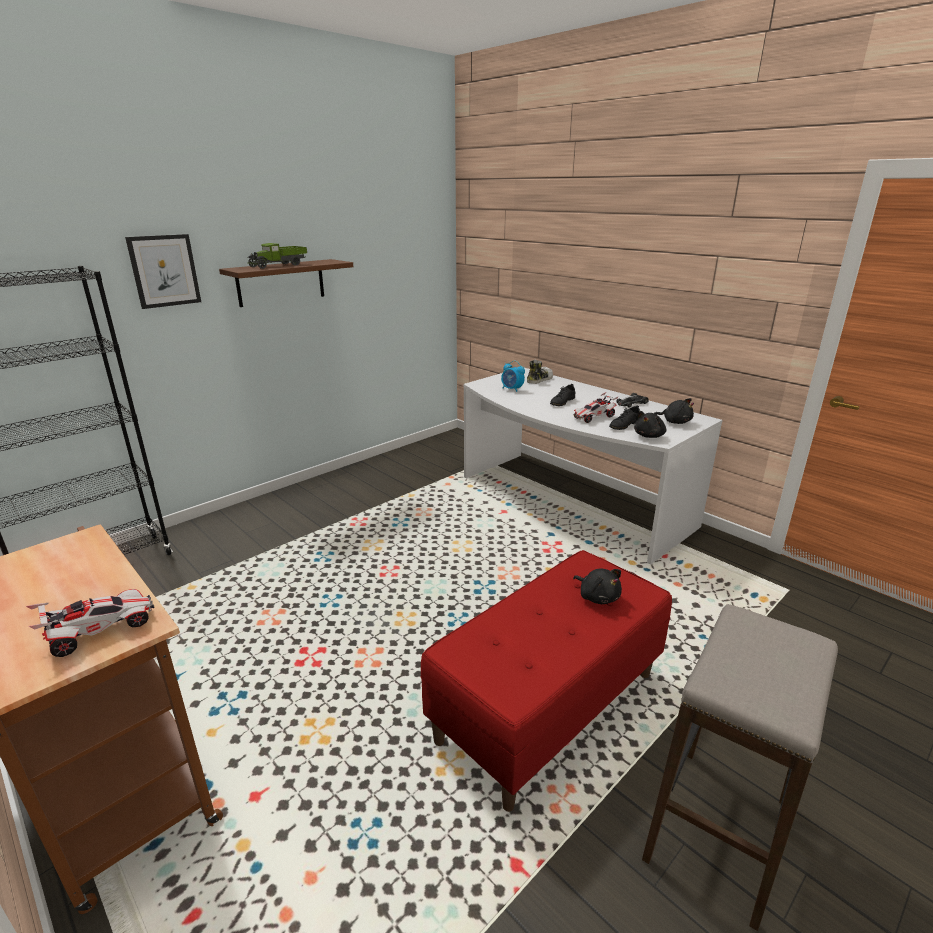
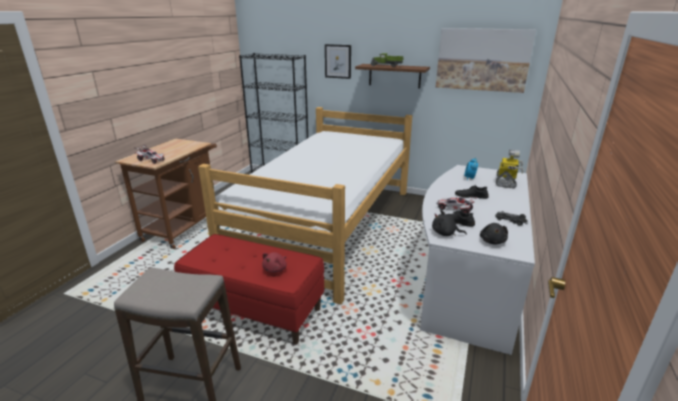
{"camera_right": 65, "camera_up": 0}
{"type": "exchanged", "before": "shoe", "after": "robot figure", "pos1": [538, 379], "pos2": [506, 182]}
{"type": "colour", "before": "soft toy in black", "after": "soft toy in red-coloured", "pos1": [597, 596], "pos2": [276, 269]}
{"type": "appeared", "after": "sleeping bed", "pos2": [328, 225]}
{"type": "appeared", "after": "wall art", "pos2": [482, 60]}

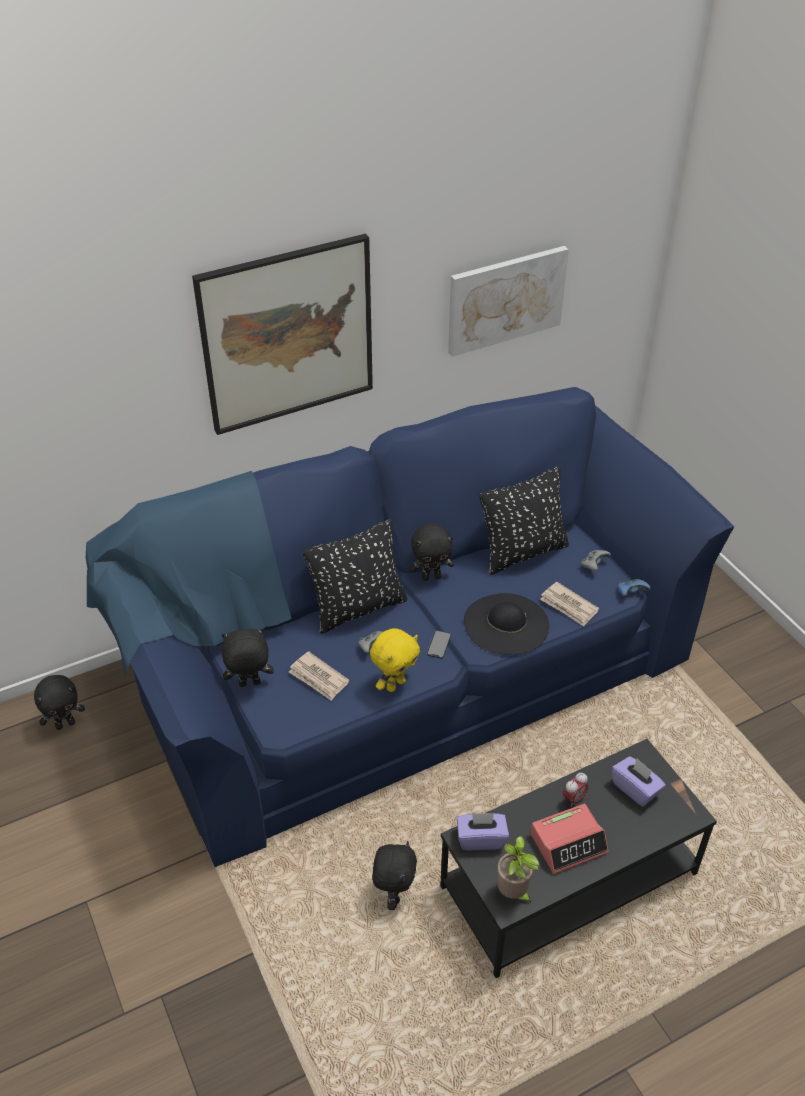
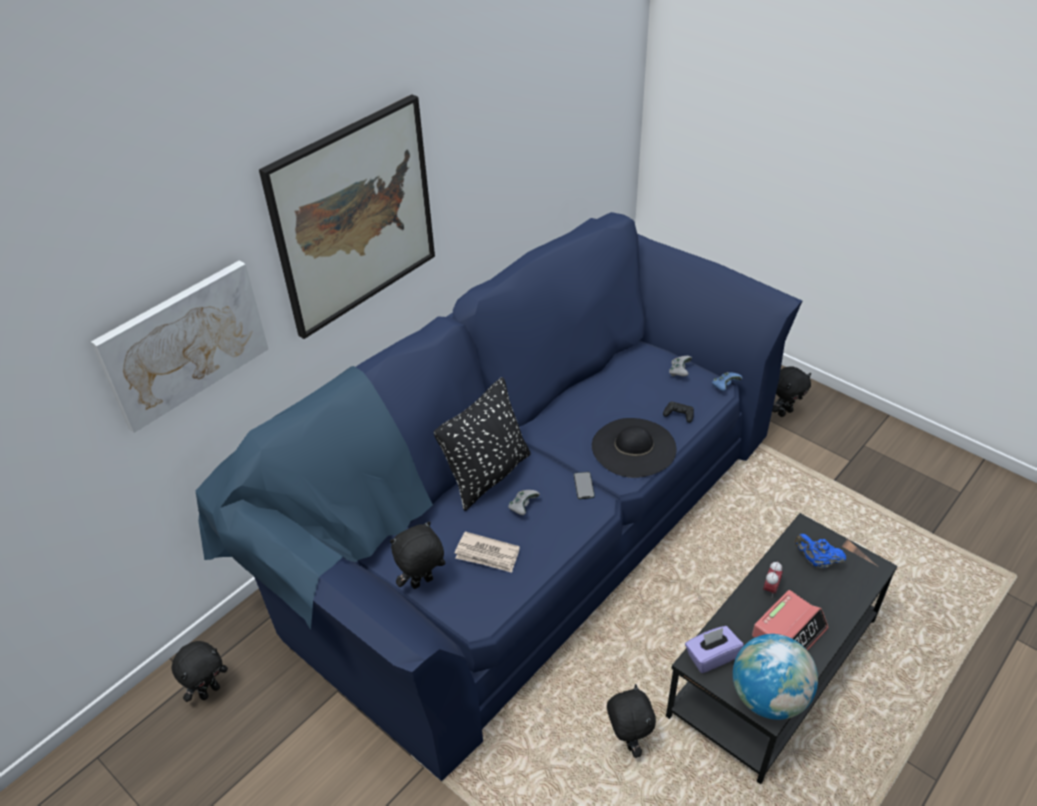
{"camera_right": -20, "camera_up": 0}
{"type": "missing", "before": "soft toy in yellowish", "pos1": [395, 684]}
{"type": "relocated", "before": "soft toy in black", "pos1": [431, 577], "pos2": [784, 412]}
{"type": "relocated", "before": "wall art", "pos1": [505, 299], "pos2": [184, 343]}
{"type": "missing", "before": "pillow in black", "pos1": [523, 552]}
{"type": "exchanged", "before": "potted plant", "after": "globe", "pos1": [513, 893], "pos2": [768, 697]}
{"type": "exchanged", "before": "printed paper", "after": "game controller in black", "pos1": [569, 606], "pos2": [679, 414]}
{"type": "exchanged", "before": "tissue holder in purplish", "after": "tea pot in blue-coloured", "pos1": [635, 789], "pos2": [816, 561]}

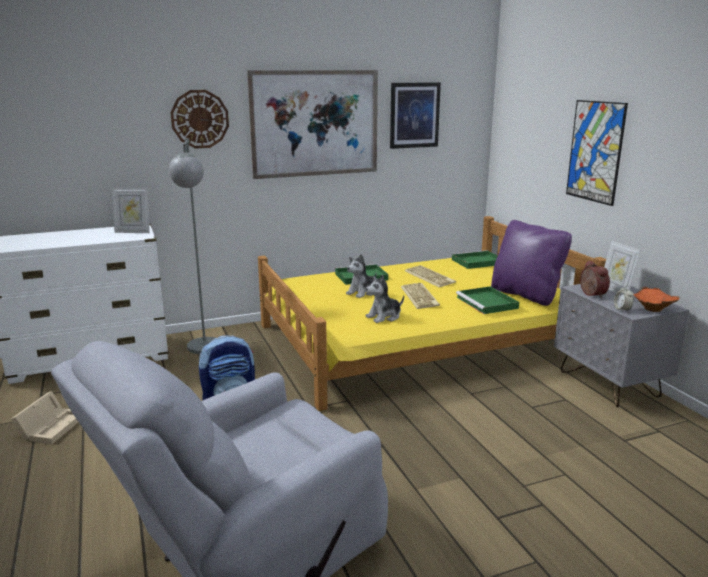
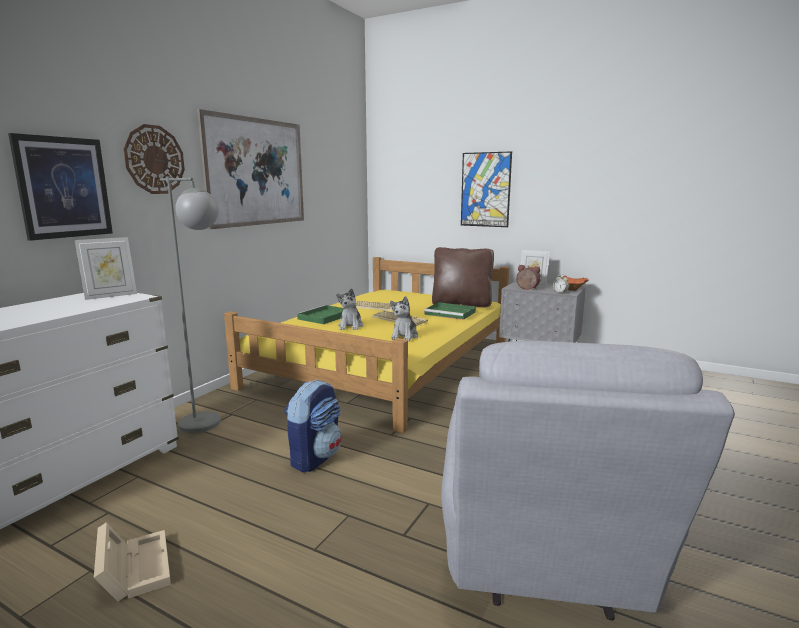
{"camera_right": -40, "camera_up": -5}
{"type": "relocated", "before": "wall art", "pos1": [414, 115], "pos2": [63, 187]}
{"type": "missing", "before": "serving tray in greenish", "pos1": [476, 262]}
{"type": "colour", "before": "pillow in purplish", "after": "pillow in brownish", "pos1": [526, 294], "pos2": [461, 304]}

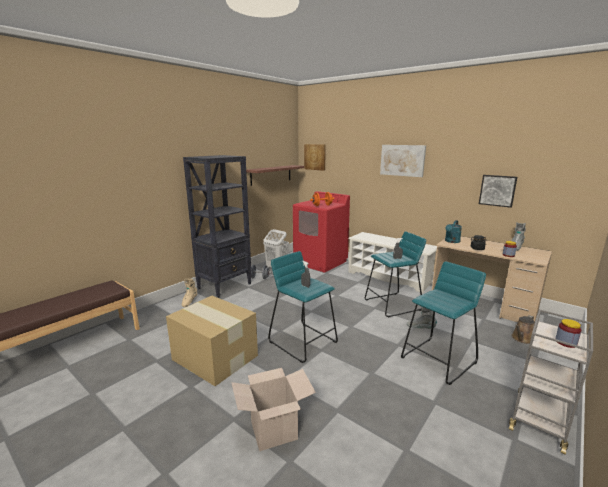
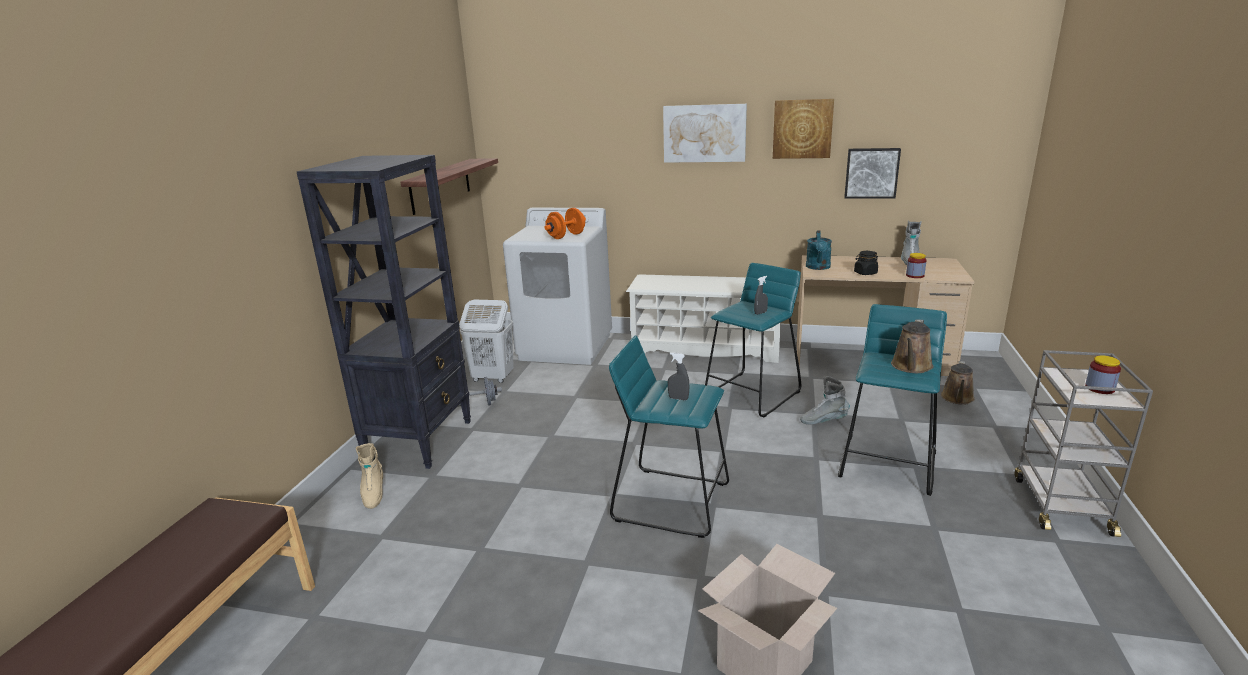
{"camera_right": -25, "camera_up": 5}
{"type": "missing", "before": "packing box", "pos1": [215, 357]}
{"type": "colour", "before": "washing machine in red-coloured", "after": "washing machine in white-coloured", "pos1": [320, 262], "pos2": [566, 347]}
{"type": "relocated", "before": "wall art", "pos1": [315, 157], "pos2": [802, 129]}
{"type": "appeared", "after": "watering pot in brownish", "pos2": [911, 367]}

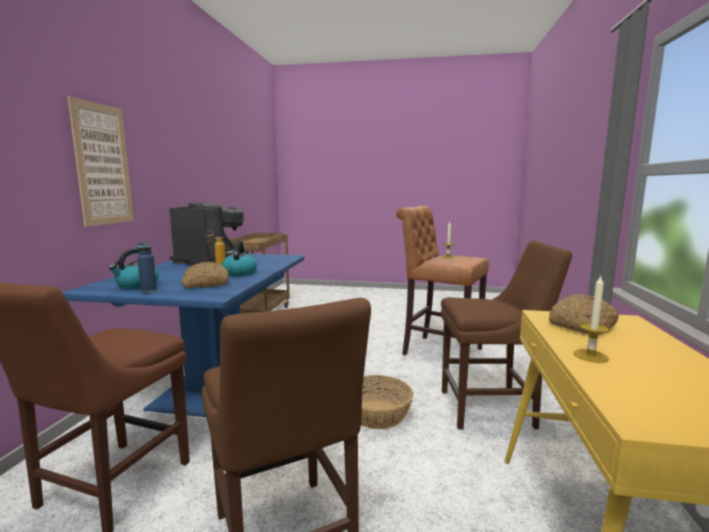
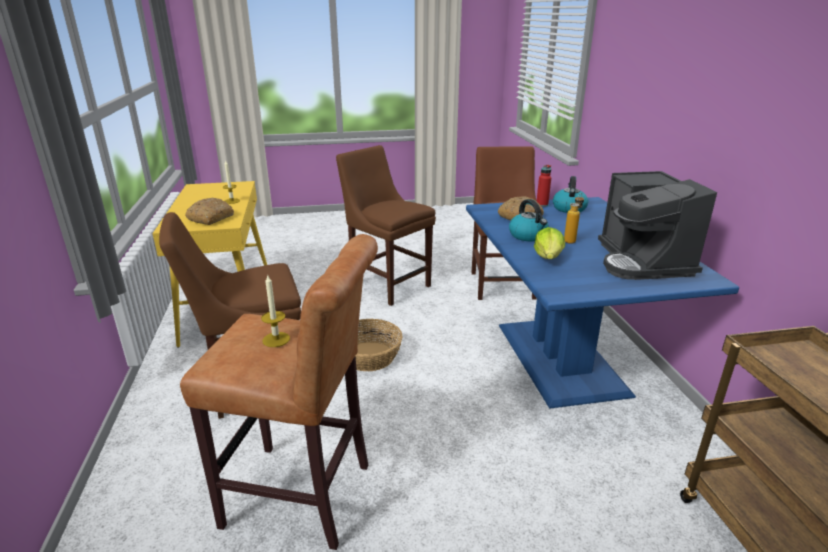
{"camera_right": 160, "camera_up": 15}
{"type": "missing", "before": "wall art", "pos1": [103, 165]}
{"type": "colour", "before": "beverage bottle in blue-coloured", "after": "beverage bottle in red-coloured", "pos1": [149, 291], "pos2": [542, 205]}
{"type": "appeared", "after": "lettuce head", "pos2": [548, 257]}

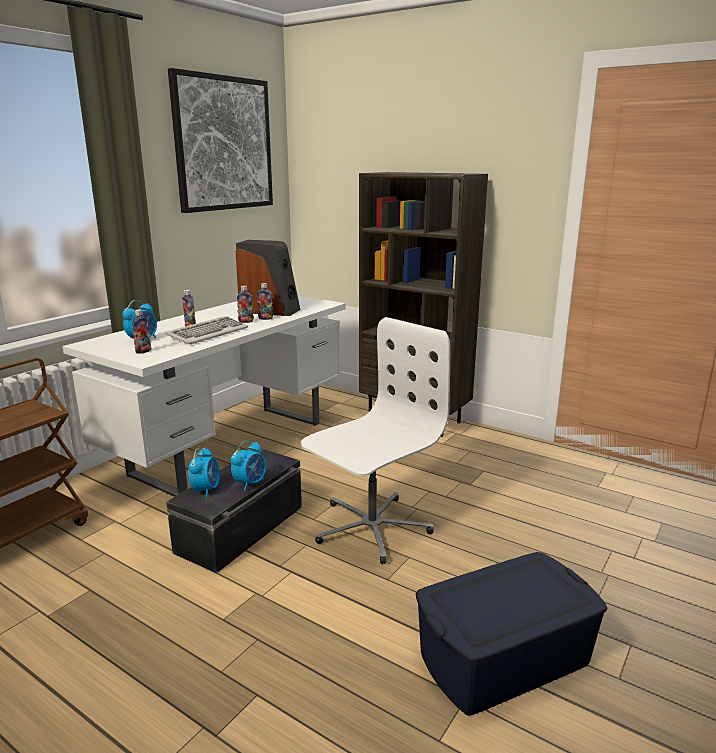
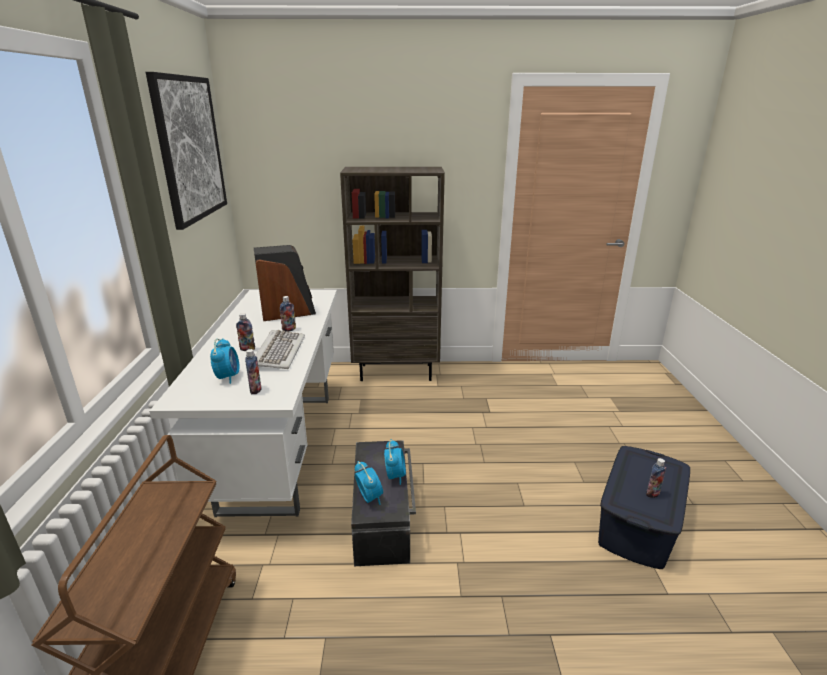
{"camera_right": -35, "camera_up": 5}
{"type": "relocated", "before": "beverage bottle", "pos1": [265, 318], "pos2": [652, 494]}
{"type": "missing", "before": "desk chair in white-coloured", "pos1": [371, 527]}

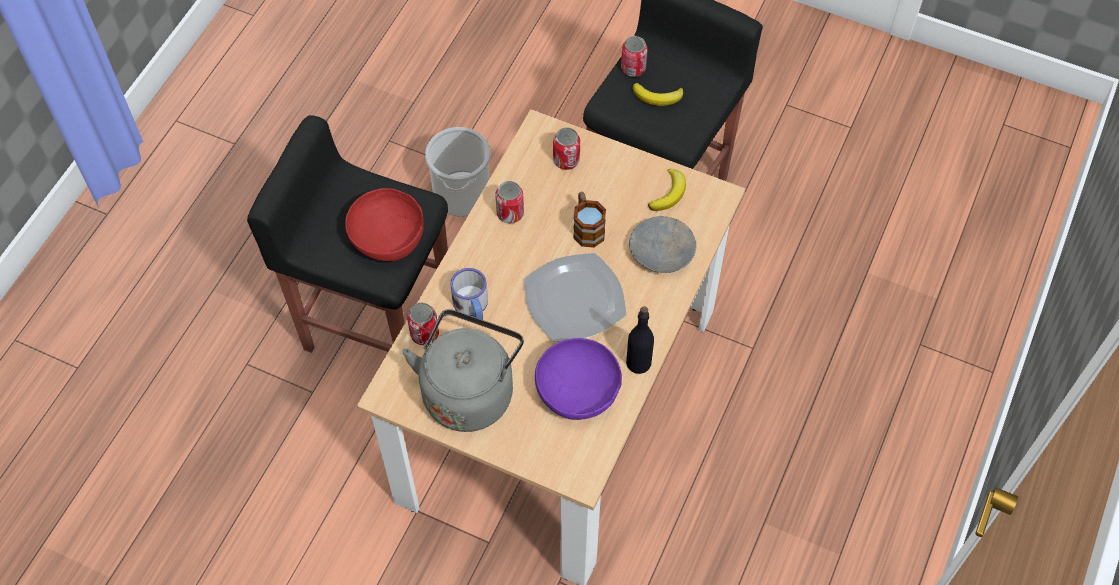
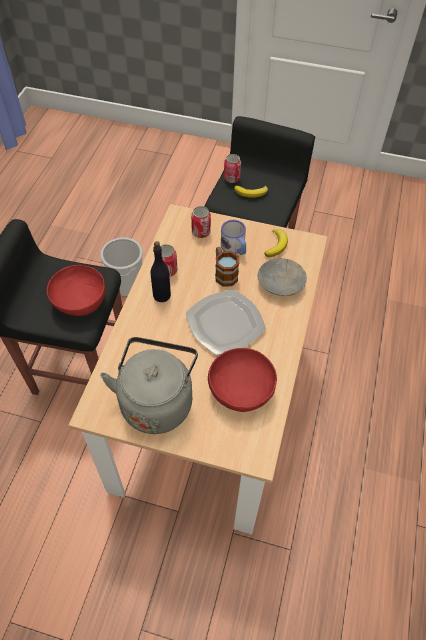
{"camera_right": -10, "camera_up": -5}
{"type": "missing", "before": "sealed can", "pos1": [424, 334]}
{"type": "relocated", "before": "coffee mug", "pos1": [472, 306], "pos2": [235, 248]}
{"type": "colour", "before": "deep dish in purplish", "after": "deep dish in red-coloured", "pos1": [578, 391], "pos2": [241, 390]}
{"type": "relocated", "before": "beverage bottle in black", "pos1": [639, 362], "pos2": [162, 295]}

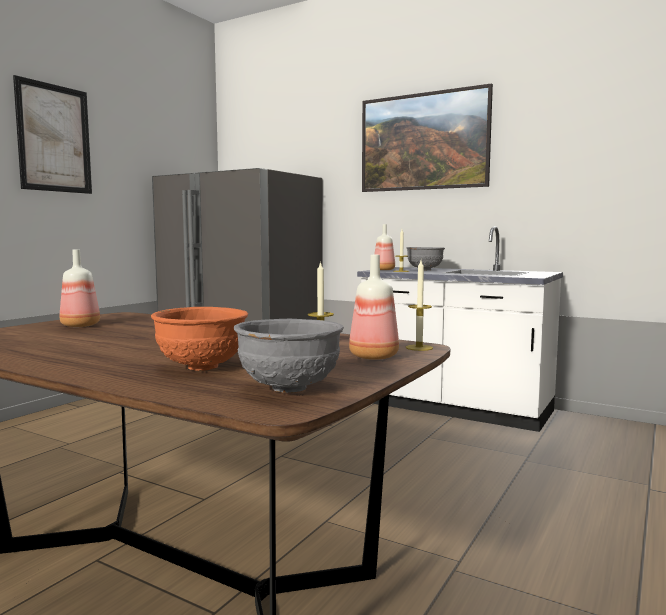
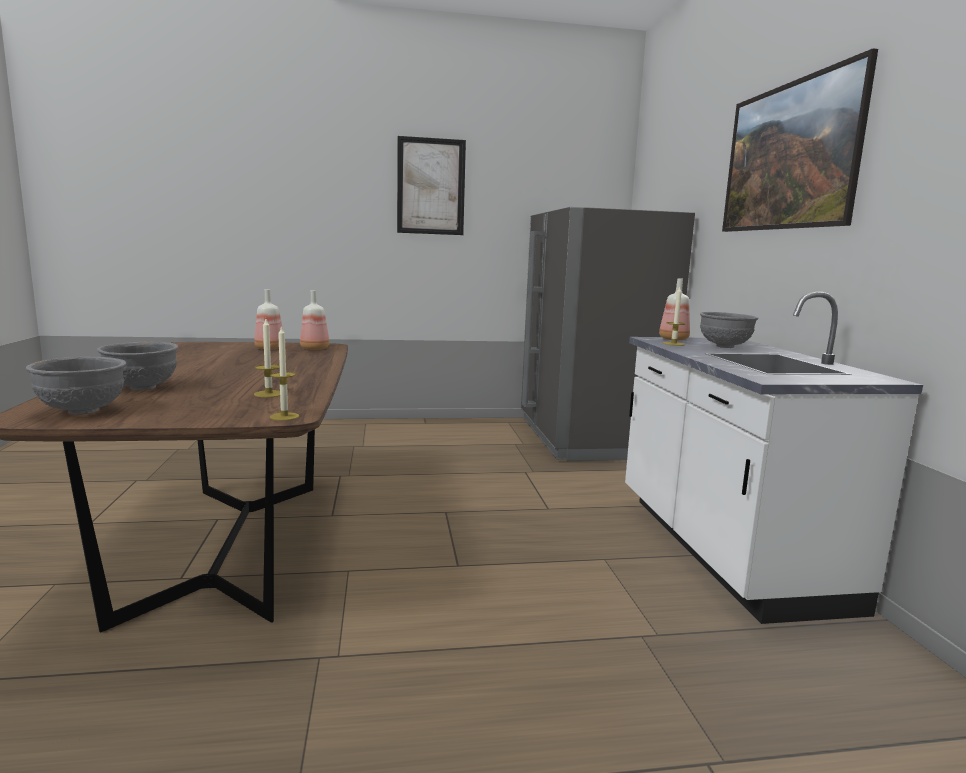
{"camera_right": 50, "camera_up": 5}
{"type": "colour", "before": "deep dish in orangey", "after": "deep dish in grey", "pos1": [202, 367], "pos2": [141, 388]}
{"type": "relocated", "before": "beverage bottle", "pos1": [372, 356], "pos2": [314, 348]}

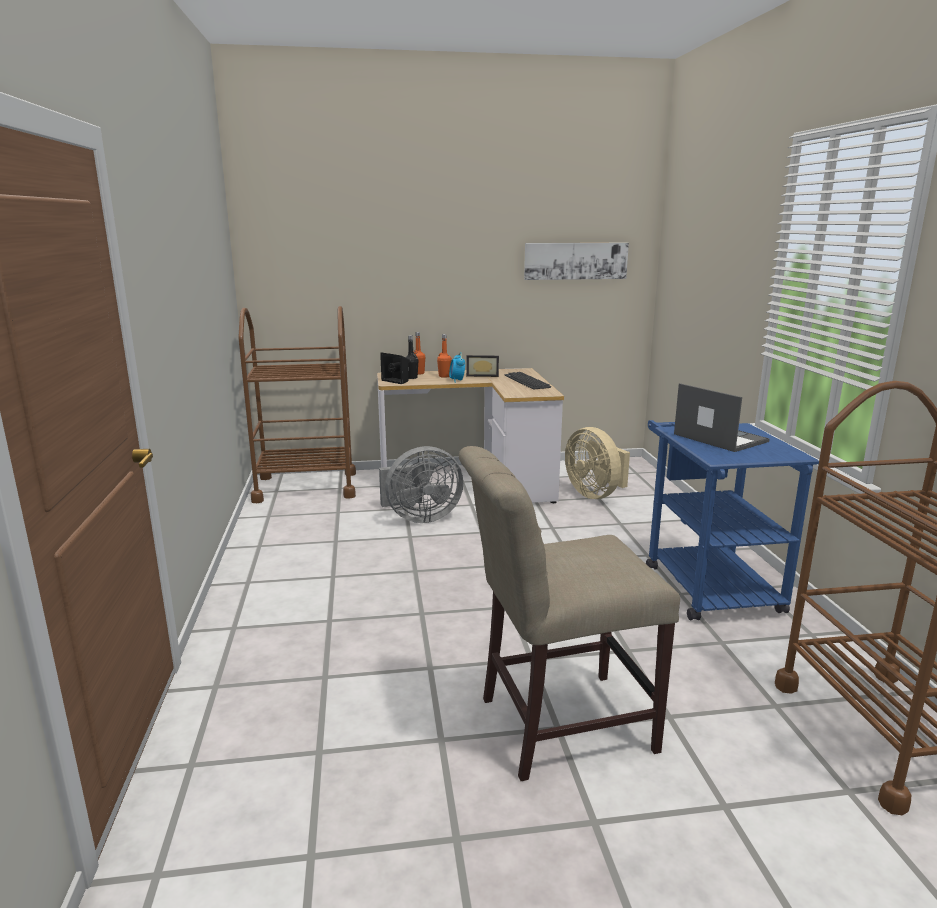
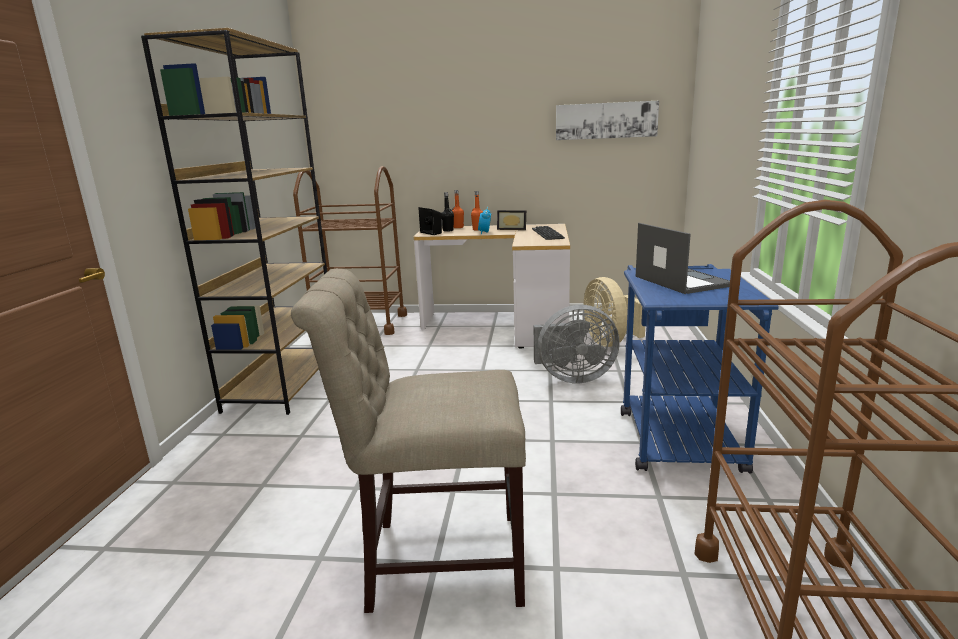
{"camera_right": 15, "camera_up": 0}
{"type": "relocated", "before": "electric fan in grey", "pos1": [420, 517], "pos2": [572, 377]}
{"type": "appeared", "after": "bookshelf in brownish", "pos2": [284, 382]}

